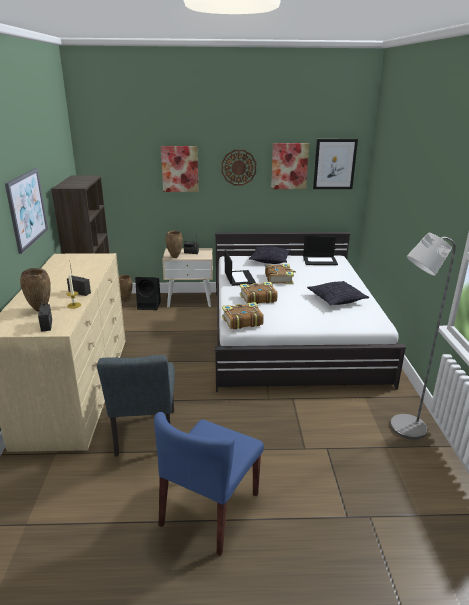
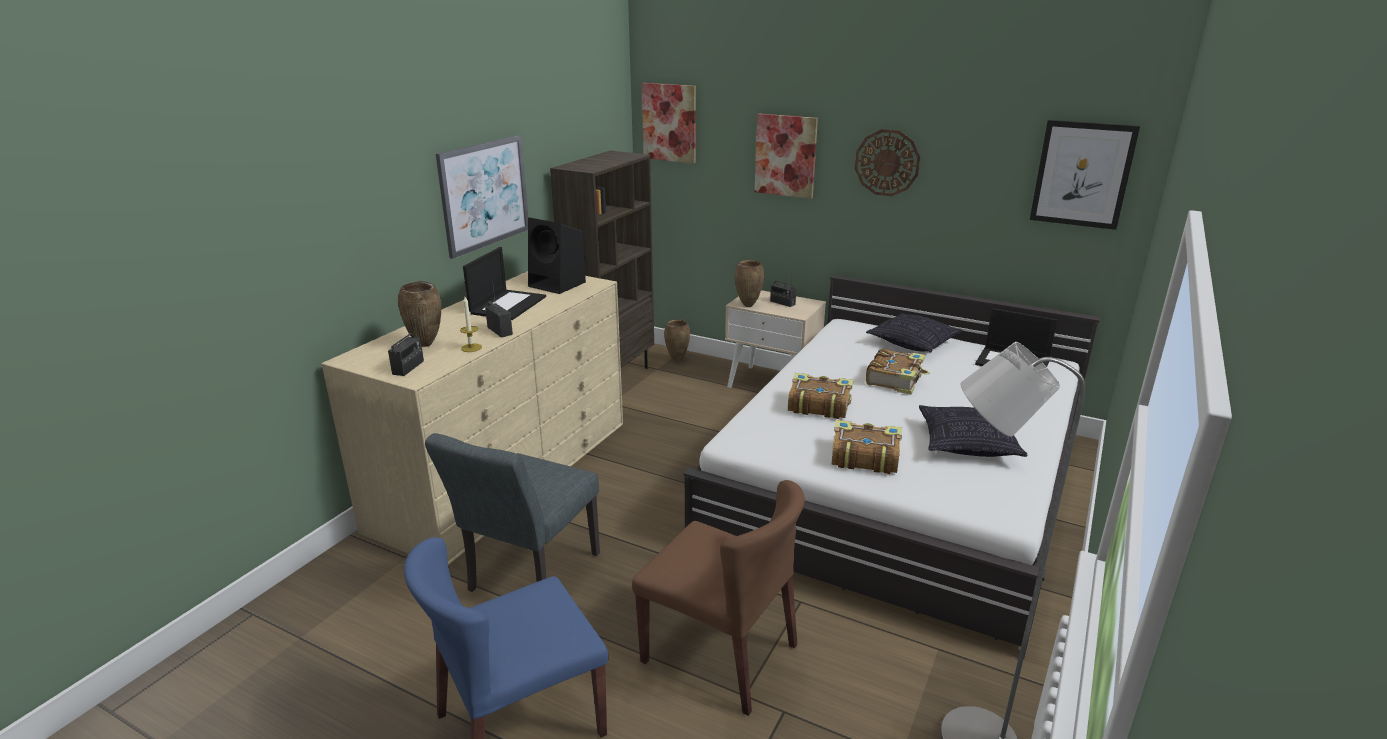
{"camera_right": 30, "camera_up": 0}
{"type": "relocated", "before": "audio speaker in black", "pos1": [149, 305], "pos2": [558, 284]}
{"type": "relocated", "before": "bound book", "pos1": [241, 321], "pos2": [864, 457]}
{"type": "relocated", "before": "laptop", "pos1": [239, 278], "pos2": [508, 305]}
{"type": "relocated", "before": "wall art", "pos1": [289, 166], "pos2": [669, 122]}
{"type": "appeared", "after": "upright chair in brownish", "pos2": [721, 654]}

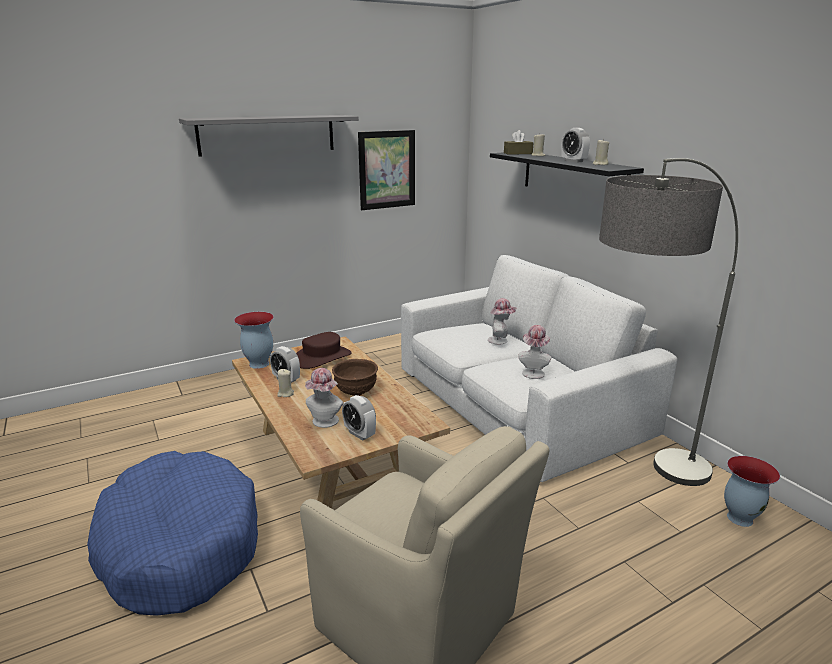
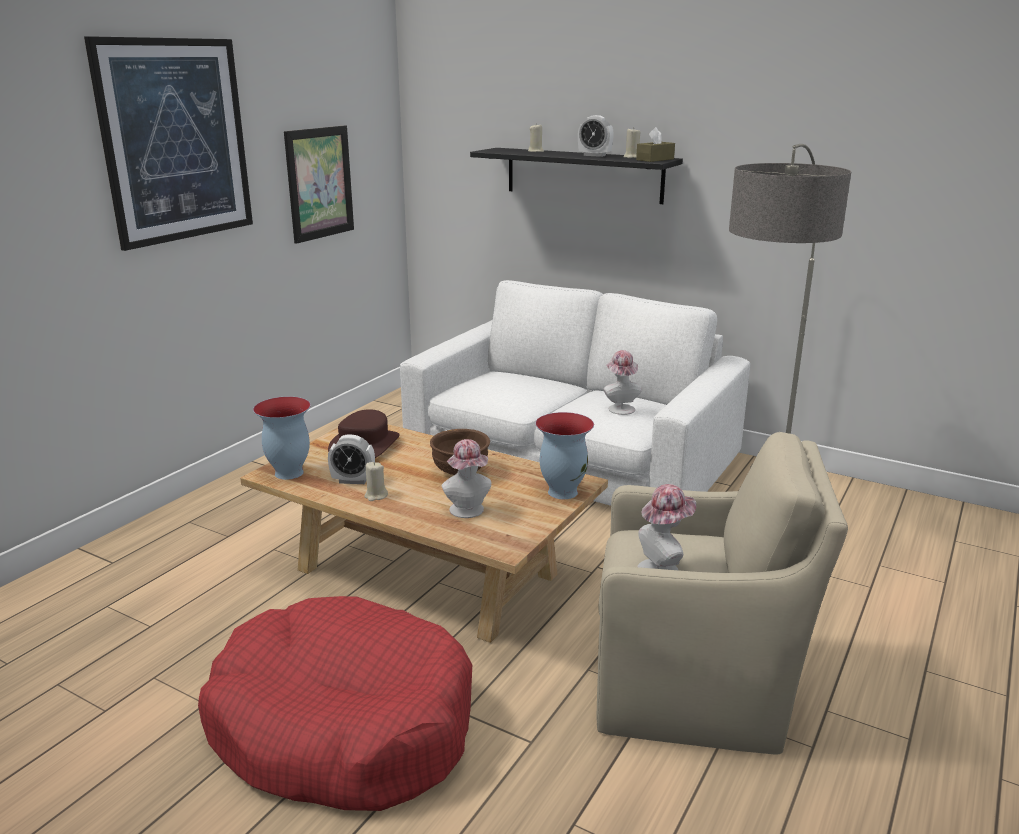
{"camera_right": -30, "camera_up": 0}
{"type": "colour", "before": "pet bed in blue-coloured", "after": "pet bed in red-coloured", "pos1": [179, 545], "pos2": [343, 725]}
{"type": "exchanged", "before": "wall shelf in grey", "after": "wall art", "pos1": [267, 134], "pos2": [176, 141]}
{"type": "missing", "before": "alarm clock", "pos1": [359, 434]}
{"type": "relocated", "before": "wearable hat", "pos1": [500, 340], "pos2": [662, 569]}
{"type": "relocated", "before": "tissue holder in brownish", "pos1": [518, 153], "pos2": [655, 159]}
{"type": "relocated", "before": "decorative vase", "pos1": [739, 518], "pos2": [562, 491]}

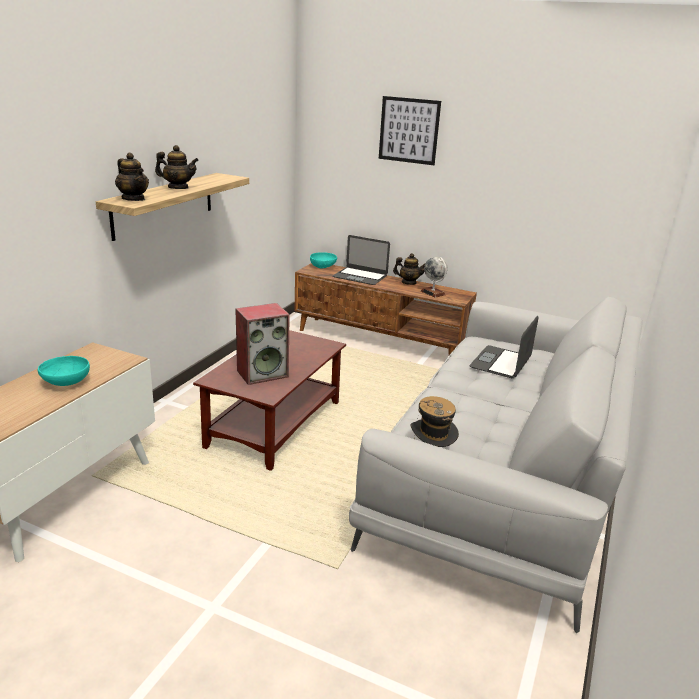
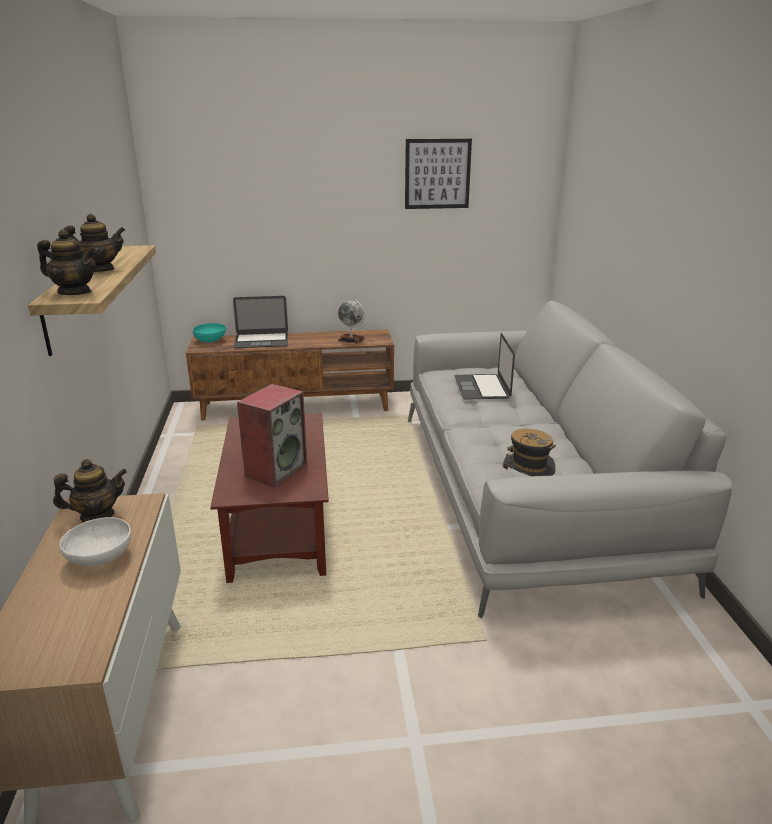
{"camera_right": -30, "camera_up": 0}
{"type": "colour", "before": "deep dish in turquoise-coloured", "after": "deep dish in white-coloured", "pos1": [66, 383], "pos2": [100, 559]}
{"type": "relocated", "before": "wall art", "pos1": [409, 130], "pos2": [437, 174]}
{"type": "relocated", "before": "tea pot", "pos1": [409, 282], "pos2": [97, 515]}

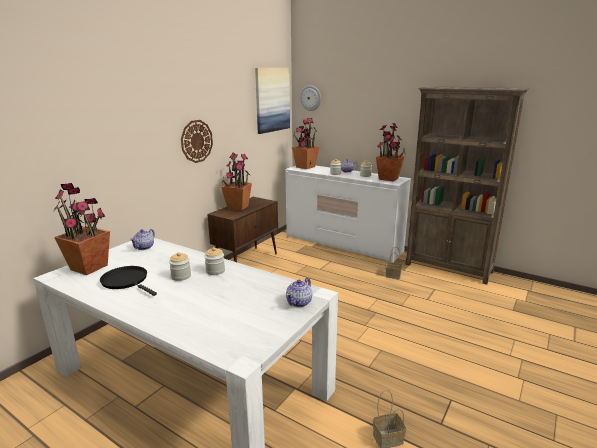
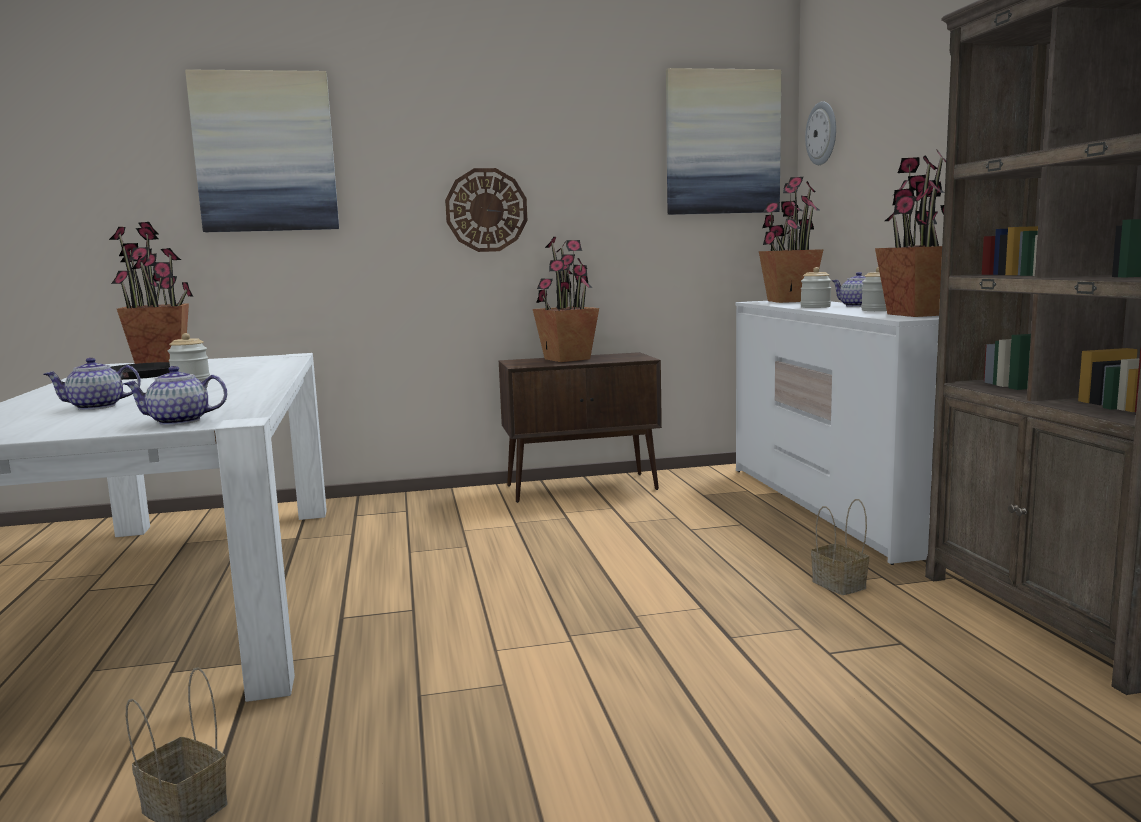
{"camera_right": 45, "camera_up": -10}
{"type": "relocated", "before": "tea pot", "pos1": [144, 247], "pos2": [97, 407]}
{"type": "missing", "before": "preserve jar", "pos1": [215, 271]}
{"type": "appeared", "after": "wall art", "pos2": [265, 152]}

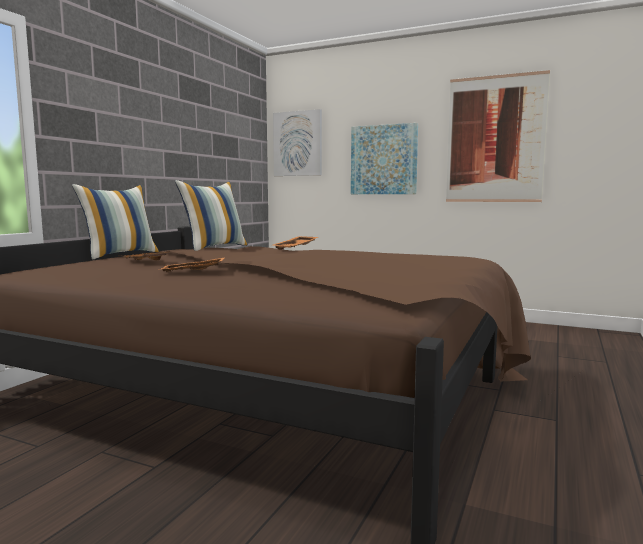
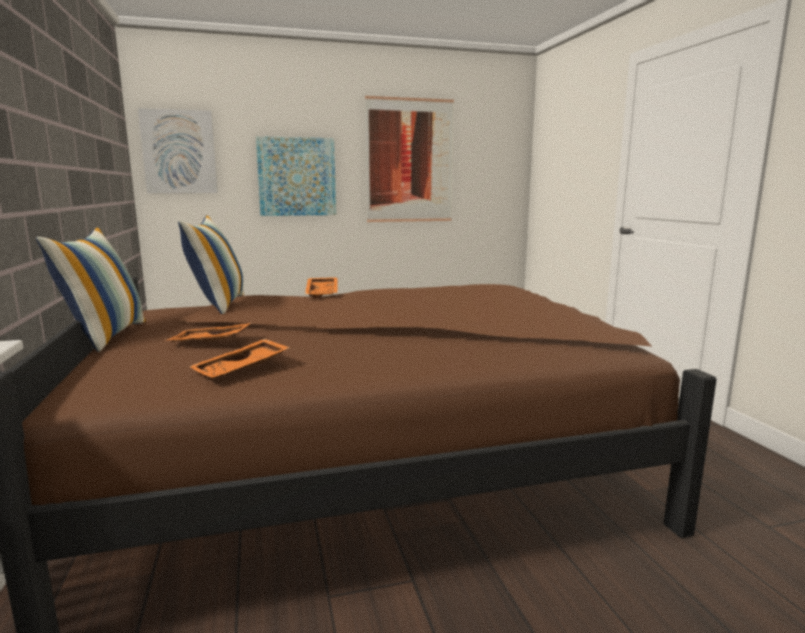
{"camera_right": -40, "camera_up": 5}
{"type": "relocated", "before": "serving tray in orangey", "pos1": [193, 273], "pos2": [242, 370]}

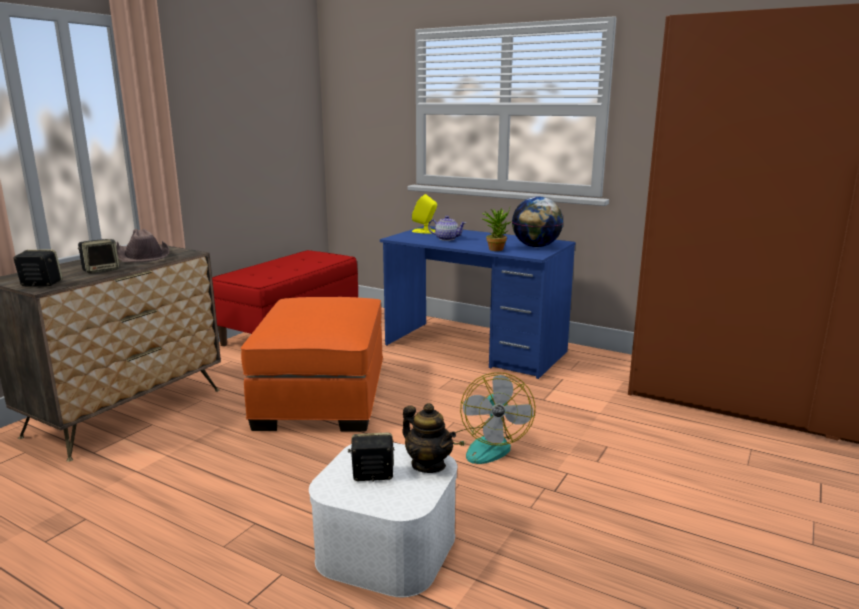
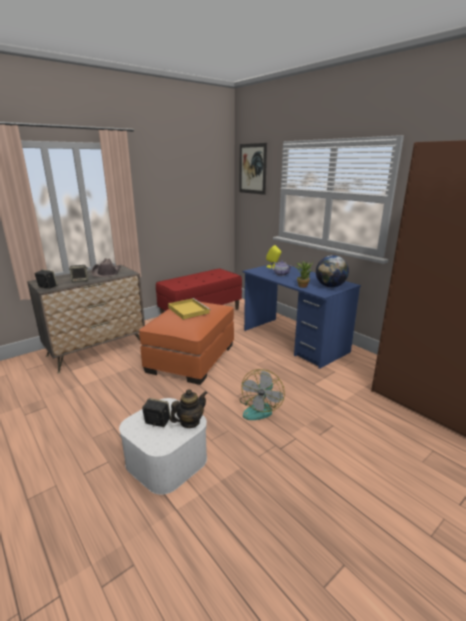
{"camera_right": 20, "camera_up": 5}
{"type": "spun", "before": "tea pot", "pos1": [428, 465], "pos2": [190, 422], "turn": -105}
{"type": "appeared", "after": "serving tray in yellowish", "pos2": [188, 310]}
{"type": "appeared", "after": "wall art", "pos2": [252, 169]}

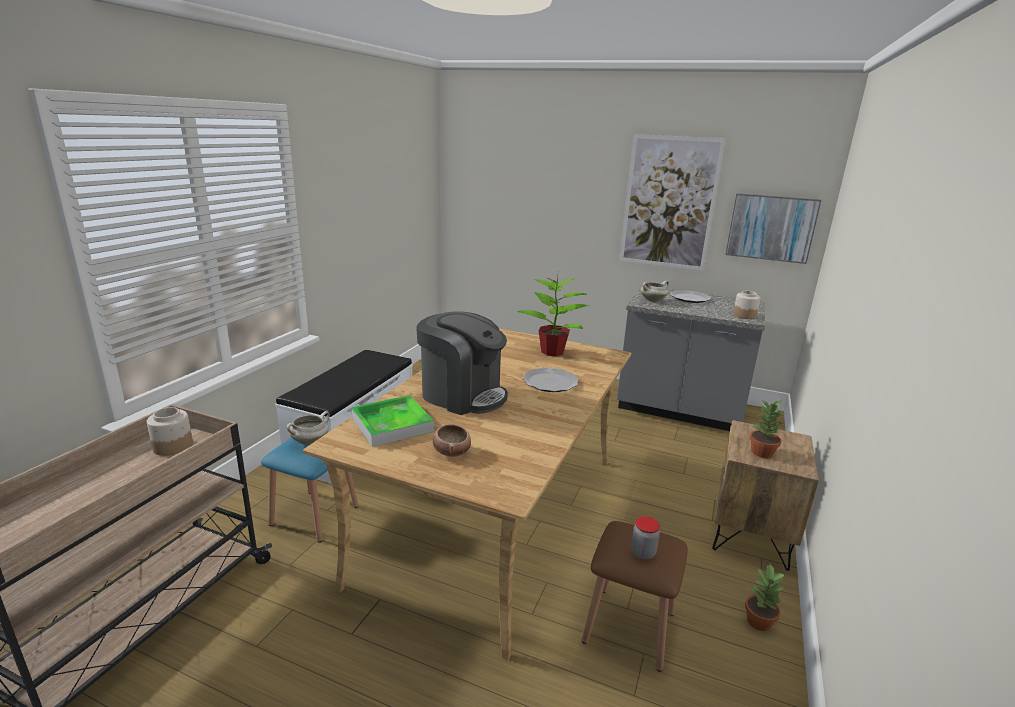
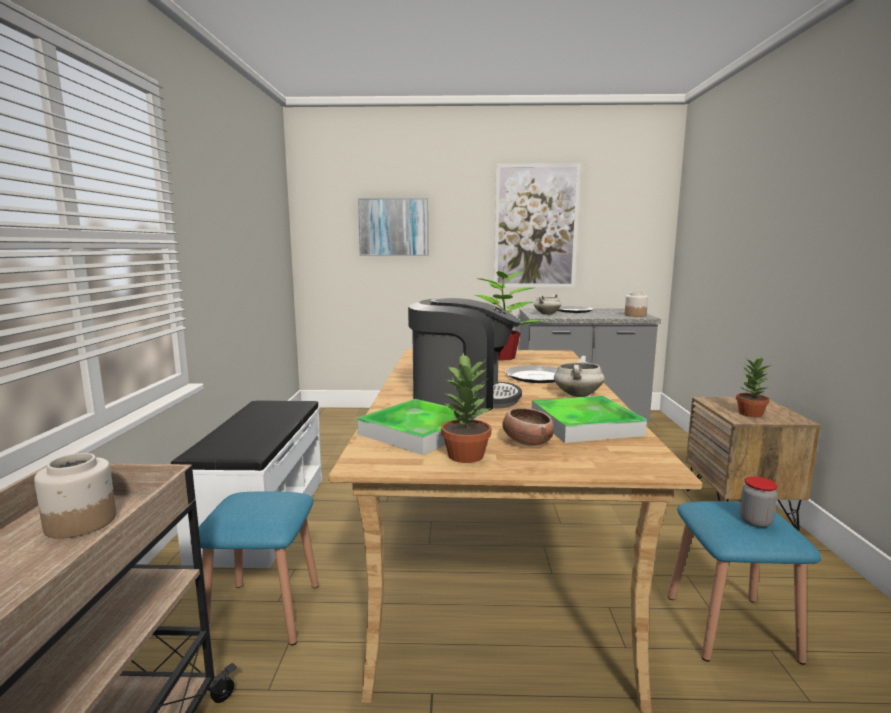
{"camera_right": -20, "camera_up": -10}
{"type": "relocated", "before": "cooking pot in white-coloured", "pos1": [310, 441], "pos2": [577, 395]}
{"type": "colour", "before": "stool seat in brownish", "after": "stool seat in blue-coloured", "pos1": [629, 627], "pos2": [730, 627]}
{"type": "relocated", "before": "wall art", "pos1": [771, 228], "pos2": [393, 227]}
{"type": "relocated", "before": "potted plant", "pos1": [759, 621], "pos2": [466, 455]}
{"type": "appeared", "after": "serving tray", "pos2": [585, 425]}

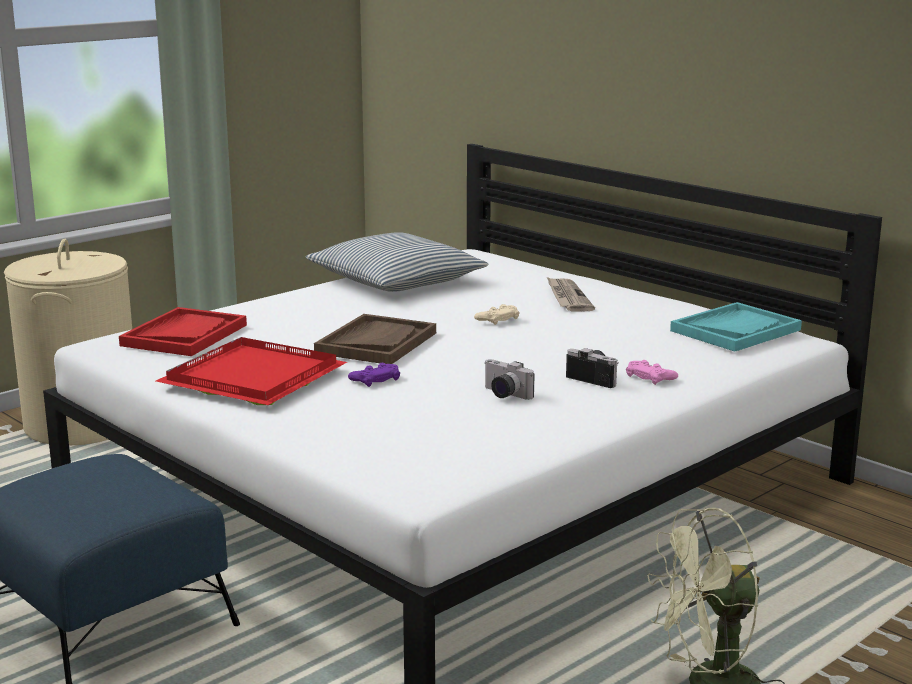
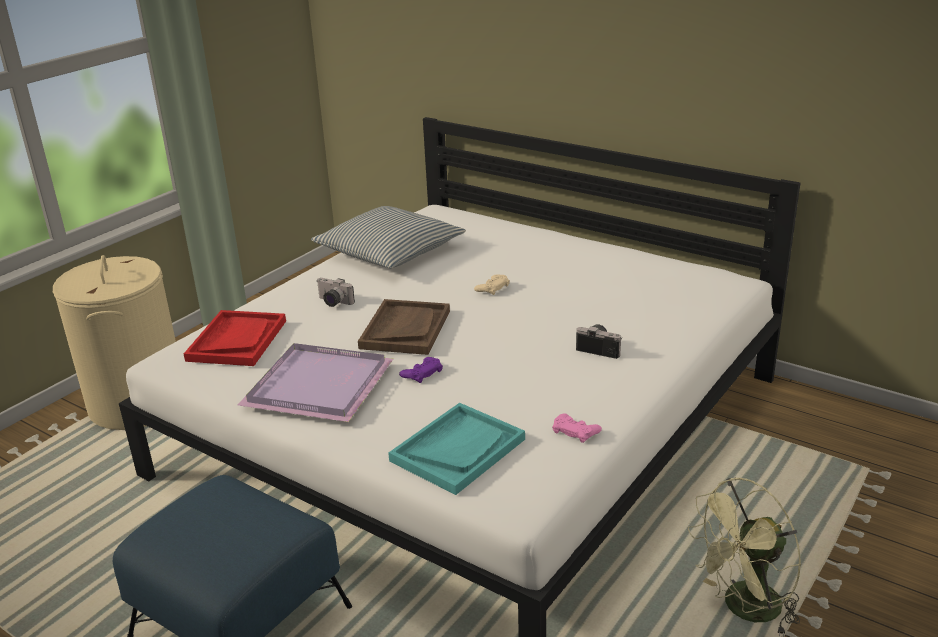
{"camera_right": -10, "camera_up": 10}
{"type": "colour", "before": "serving tray in red-coloured", "after": "serving tray in purplish", "pos1": [253, 379], "pos2": [319, 387]}
{"type": "relocated", "before": "photo camera", "pos1": [503, 394], "pos2": [333, 302]}
{"type": "missing", "before": "printed paper", "pos1": [567, 297]}
{"type": "relocated", "before": "game controller in pink-coloured", "pos1": [650, 377], "pos2": [575, 431]}
{"type": "relocated", "before": "serving tray in turquoise-coloured", "pos1": [735, 330], "pos2": [458, 450]}

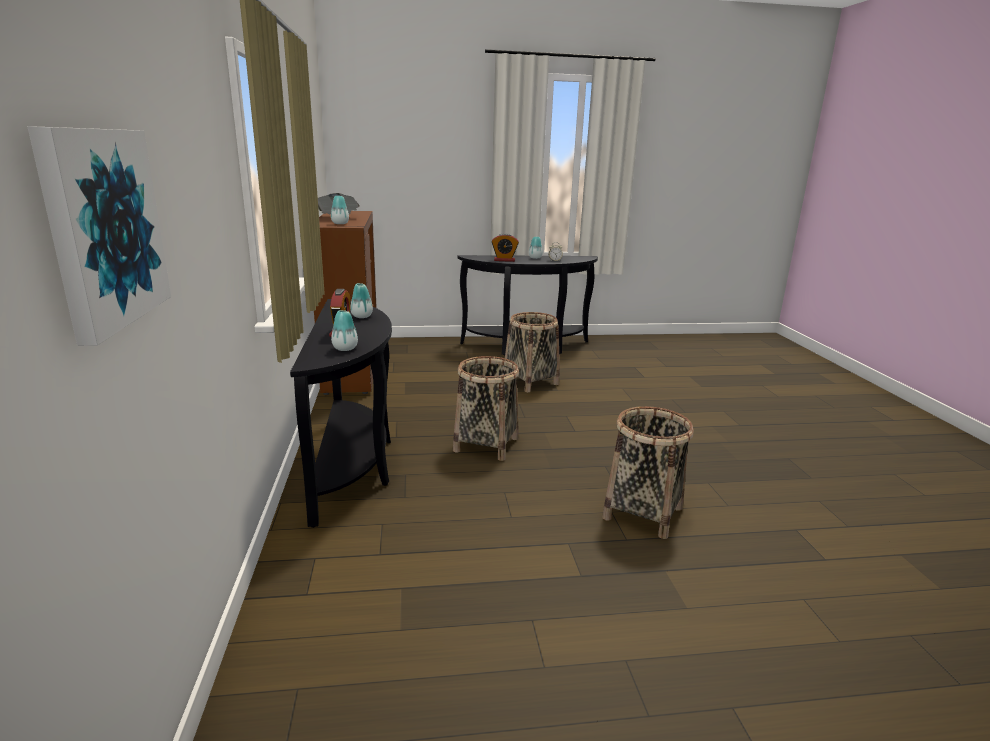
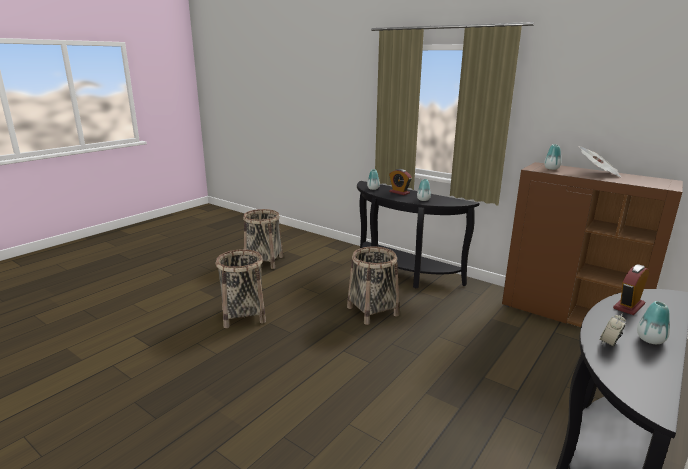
{"camera_right": 135, "camera_up": 0}
{"type": "missing", "before": "wall art", "pos1": [104, 228]}
{"type": "relocated", "before": "household basket", "pos1": [530, 381], "pos2": [264, 261]}

